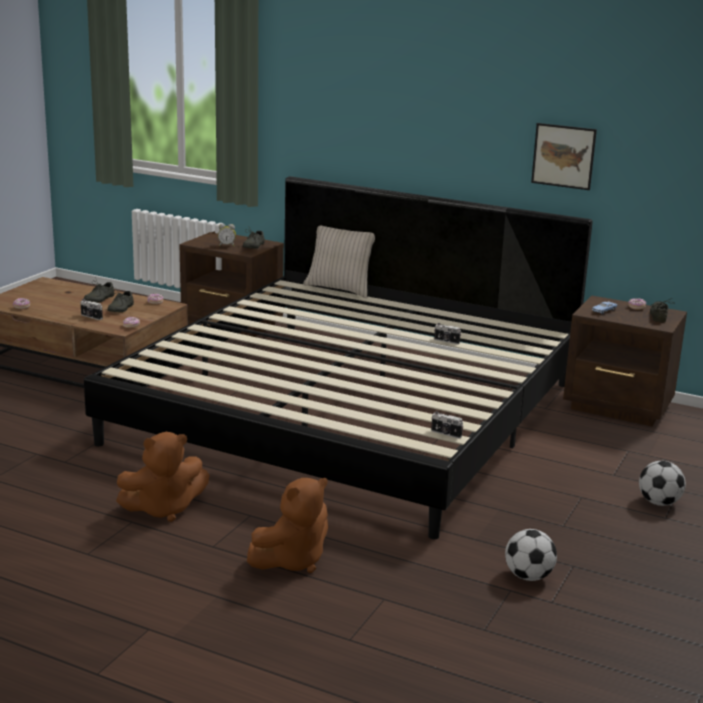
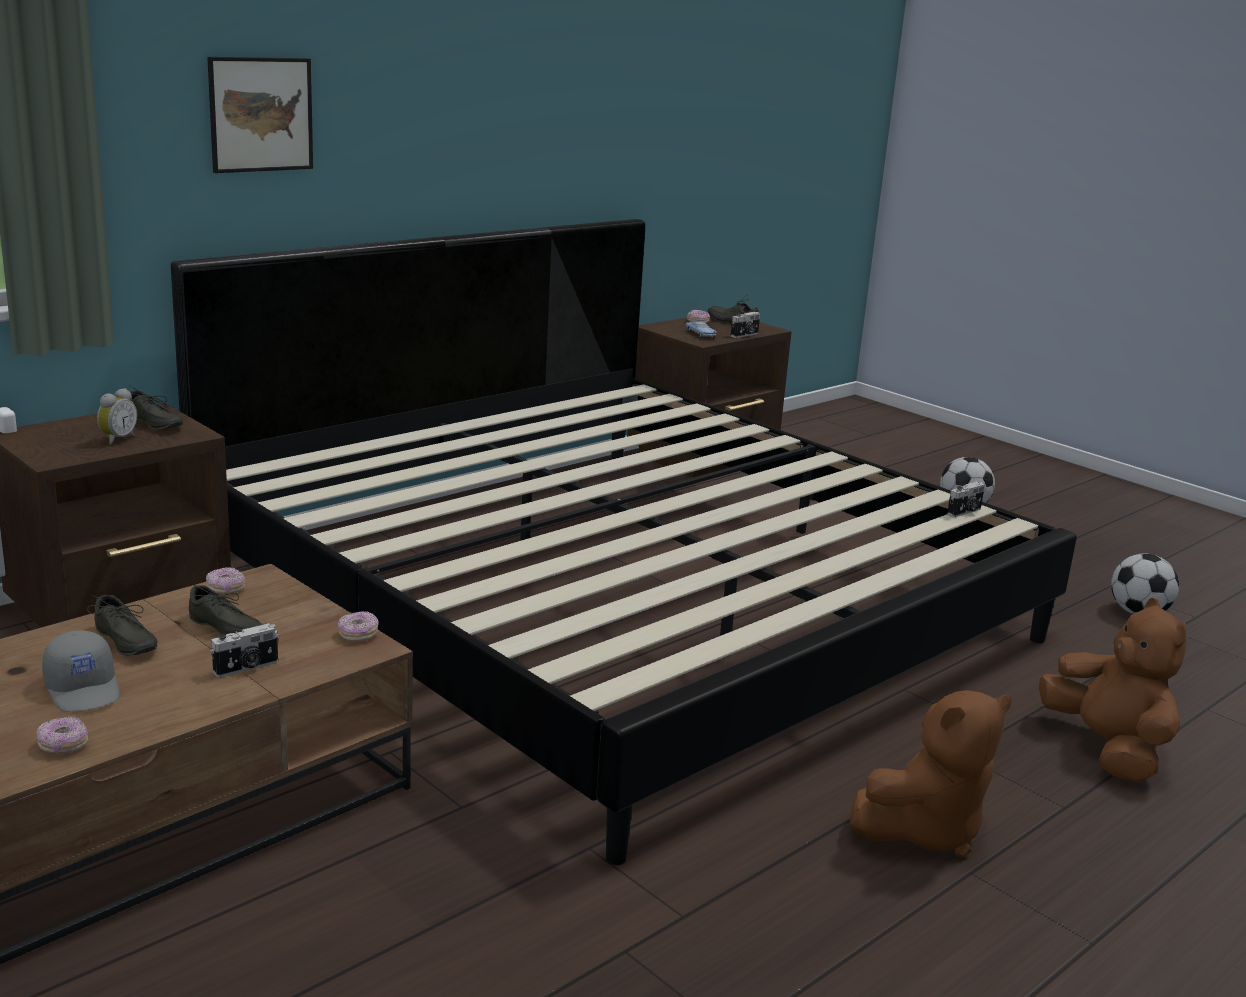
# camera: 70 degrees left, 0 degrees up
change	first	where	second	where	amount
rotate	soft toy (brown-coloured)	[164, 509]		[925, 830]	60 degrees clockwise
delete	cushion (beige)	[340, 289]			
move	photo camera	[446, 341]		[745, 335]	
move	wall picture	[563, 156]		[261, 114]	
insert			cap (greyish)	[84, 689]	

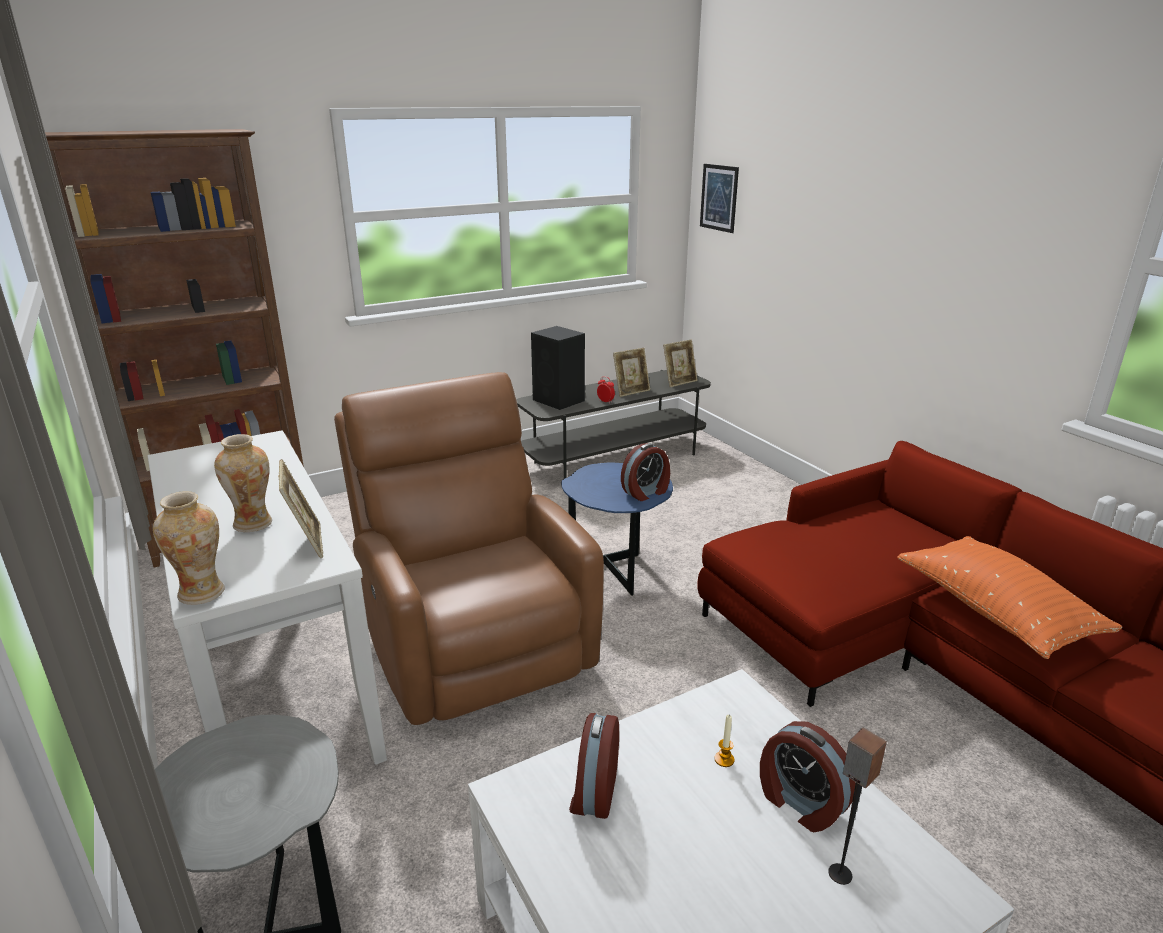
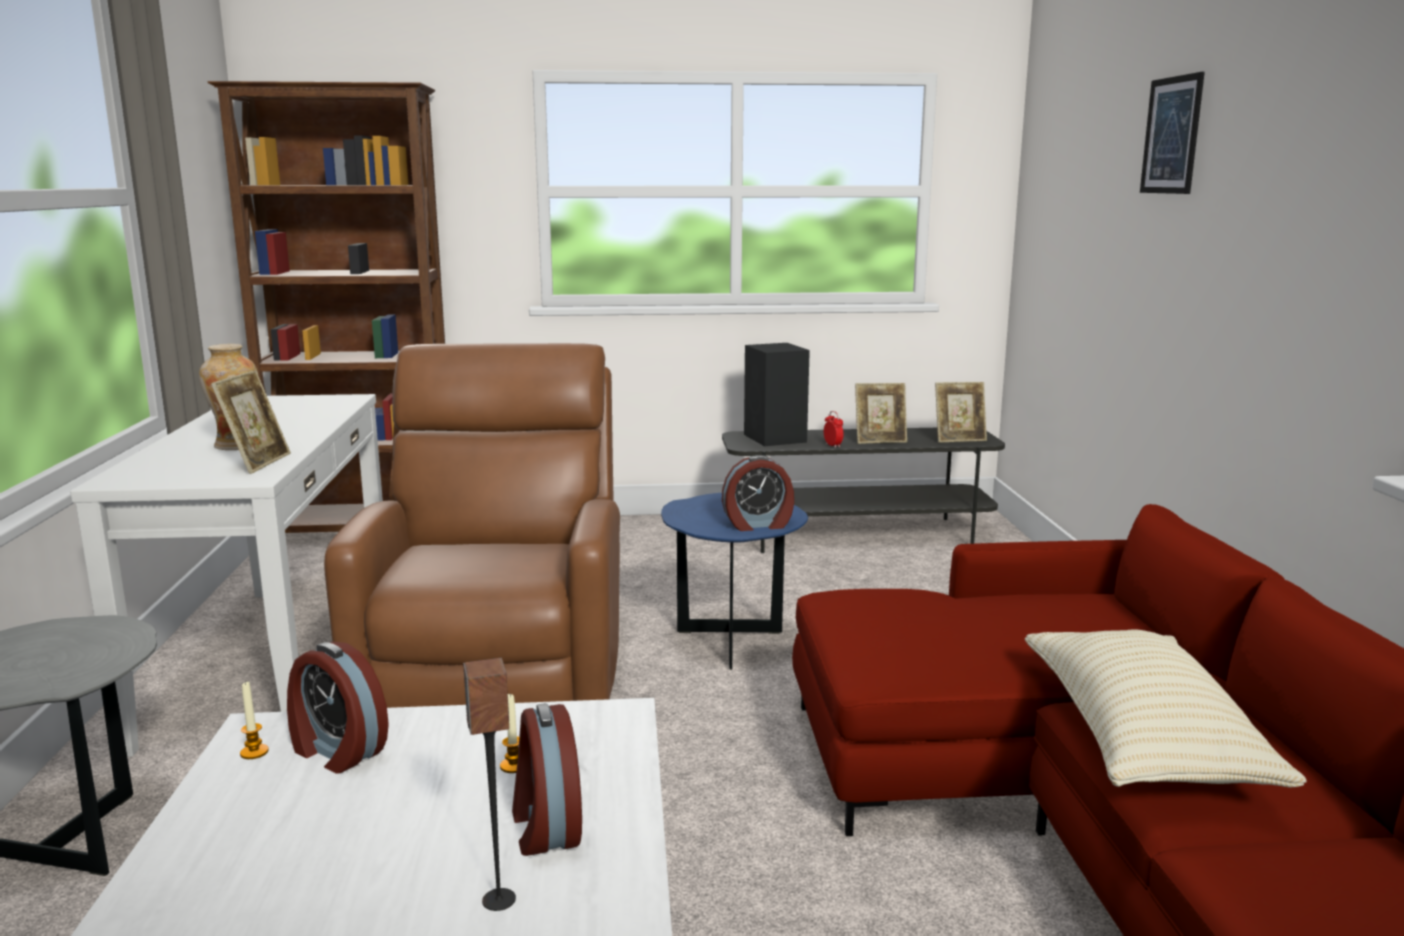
# camera: 25 degrees right, 10 degrees down
change	first	where	second	where	amount
delete	decorative vase	[202, 593]			
rotate	table clock	[593, 791]		[336, 751]	90 degrees counterclockwise
move	wall picture	[719, 198]		[1171, 135]	
recolor	cushion (orange)	[995, 612]	cushion (beige)	[1141, 741]	
insert			wax candle	[254, 752]	

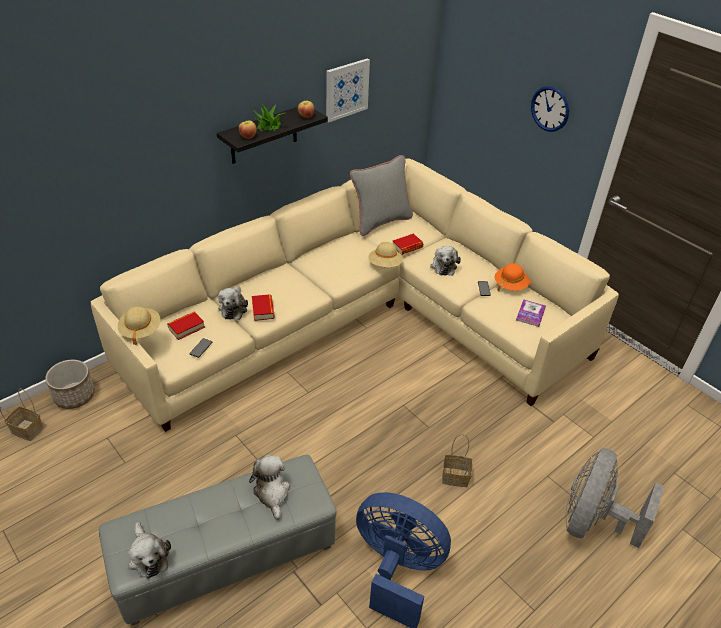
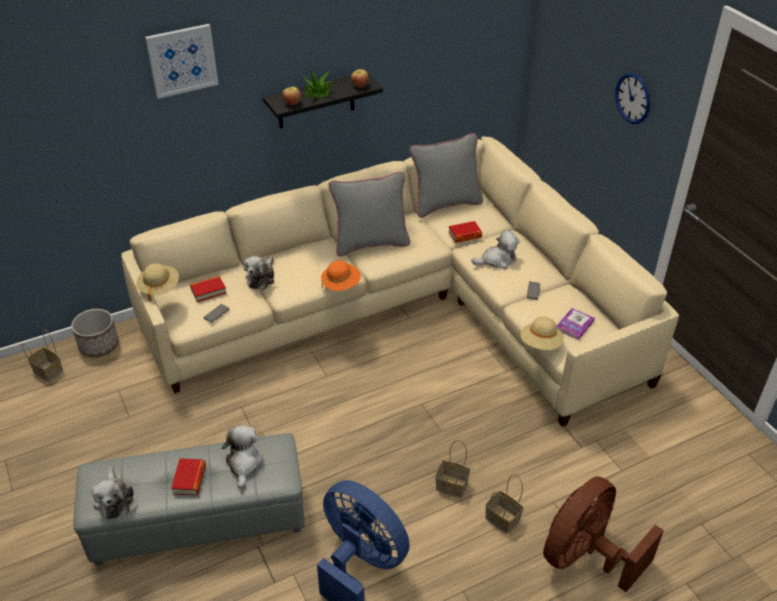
# camera: 15 degrees right, 0 degrees up
change	first	where	second	where	amount
move	bound book	[263, 310]		[189, 479]	
move	wall picture	[346, 89]		[182, 60]	
move	wearable hat (beige)	[385, 264]		[541, 344]	
rotate	soft toy	[443, 265]		[497, 260]	120 degrees counterclockwise
move	wearable hat (orange)	[511, 285]		[341, 284]	
recolor	electric fan (greyish)	[593, 521]	electric fan (brown-coloured)	[586, 556]	
insert			cushion (greyish)	[370, 243]	
insert			basket	[503, 519]	

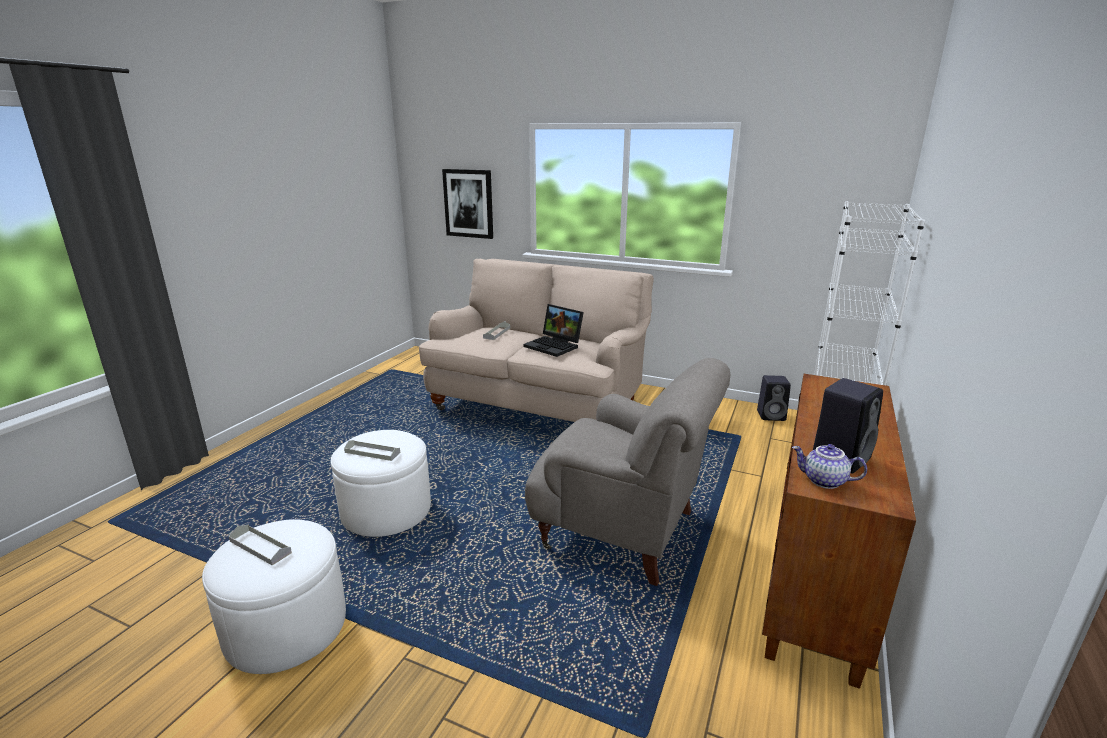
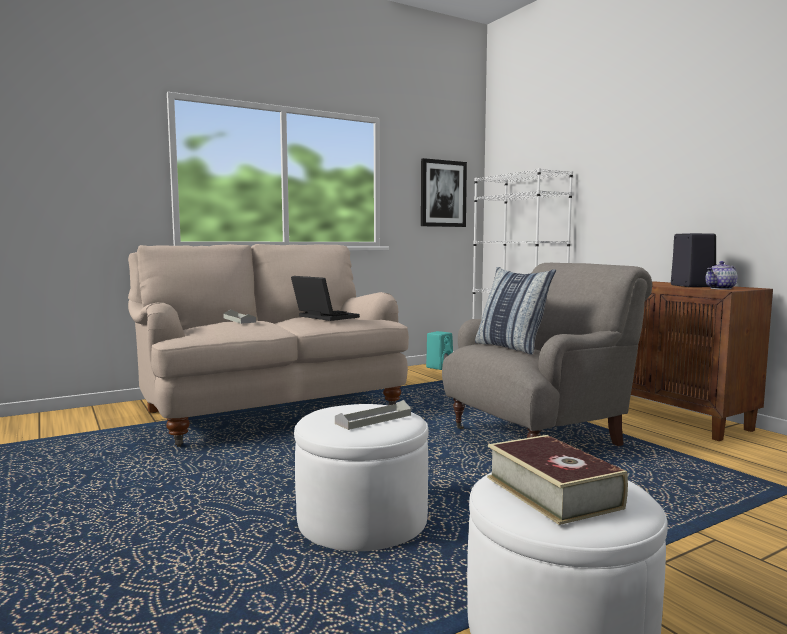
# camera: 55 degrees left, 15 degrees down
change	first	where	second	where	amount
replace	tray (greyish)	[260, 547]	bound book	[552, 492]	
move	wall picture	[468, 203]		[443, 193]	
rotate	notebook computer	[555, 346]		[323, 317]	120 degrees counterclockwise
recolor	audio speaker (black-coloured)	[772, 416]	audio speaker (blue-green)	[439, 367]	
insert			cushion	[511, 347]	

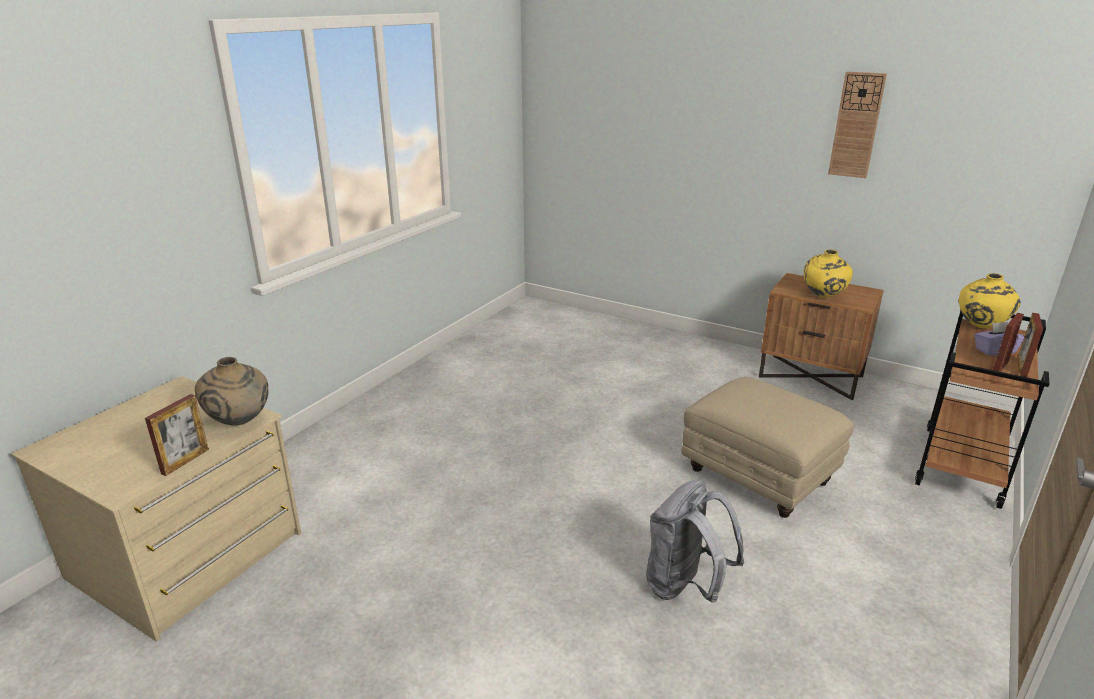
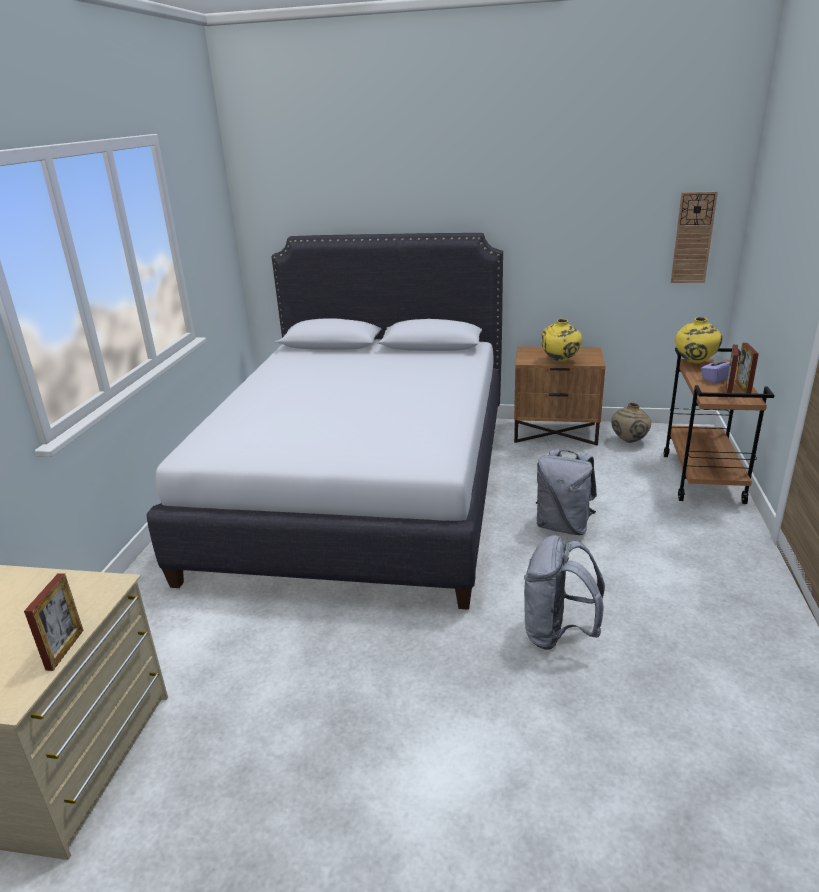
# camera: 20 degrees left, 0 degrees up
change	first	where	second	where	amount
move	decorative vase (beige)	[240, 422]		[628, 441]	
replace	pouffe (beige)	[760, 478]	rucksack (greyish)	[563, 526]	
move	hanging clock	[856, 125]		[693, 238]	
insert			bed (white-coloured)	[362, 488]	

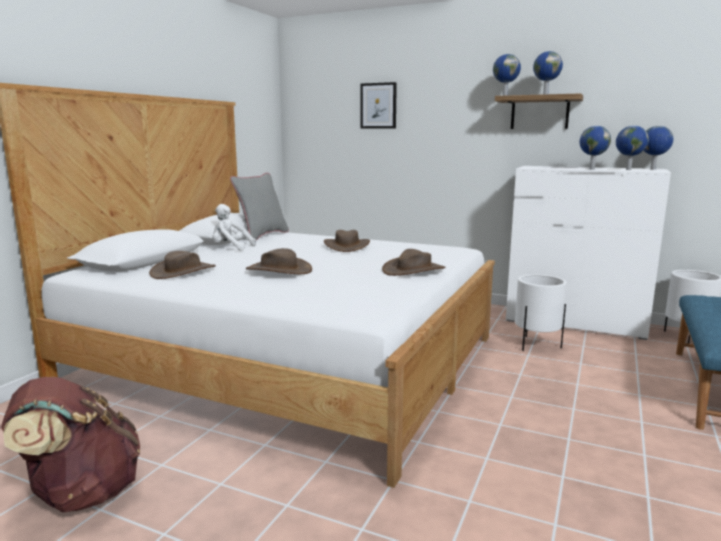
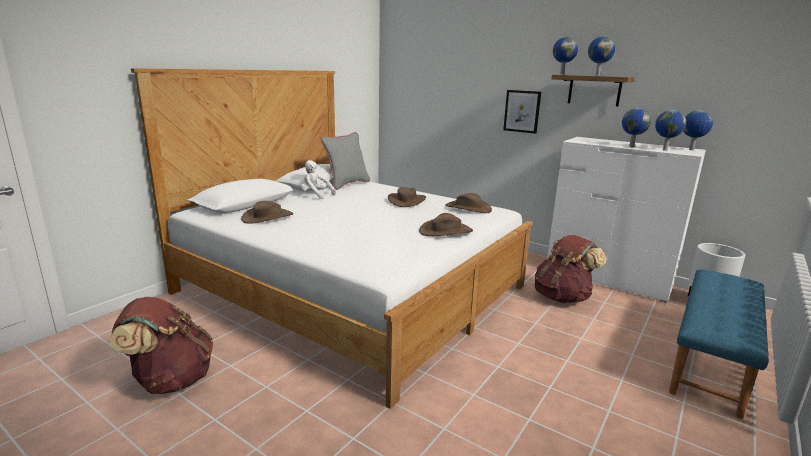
# camera: 10 degrees right, 5 degrees up
change	first	where	second	where	amount
move	wearable hat (brown-coloured)	[279, 270]		[468, 208]	
move	wall picture	[378, 105]		[522, 111]	
replace	planter (white-coloured)	[536, 345]	rucksack (brown-coloured)	[562, 297]	

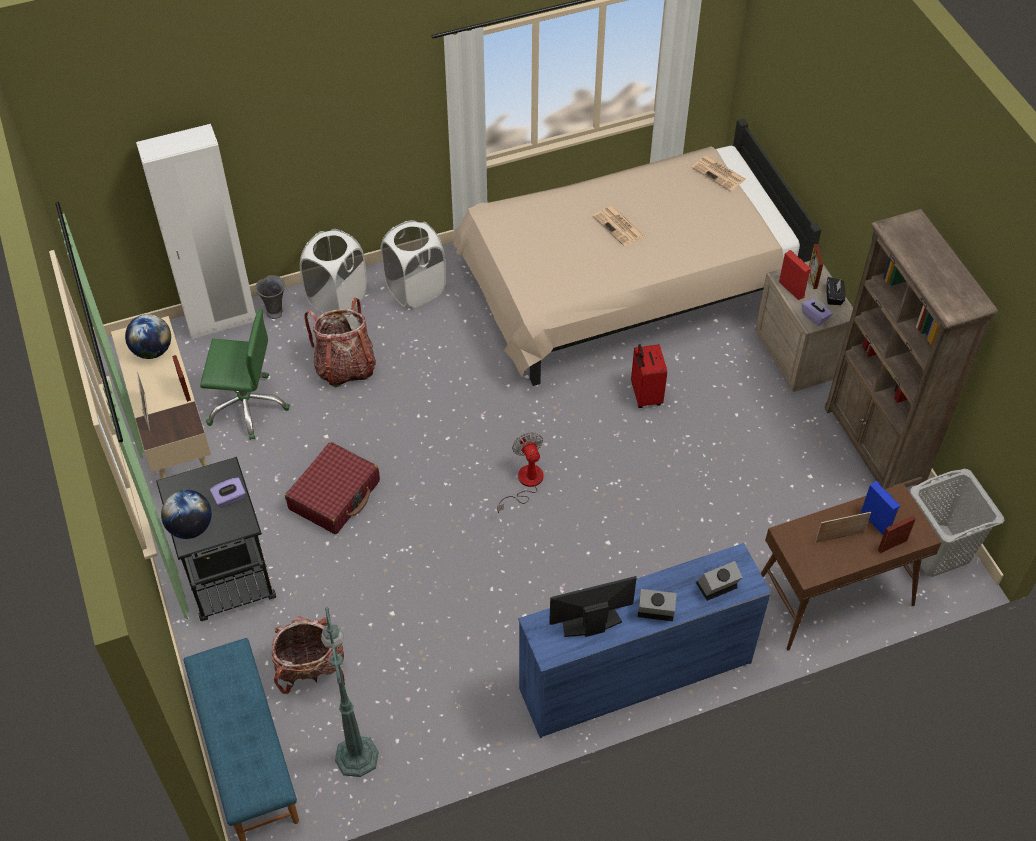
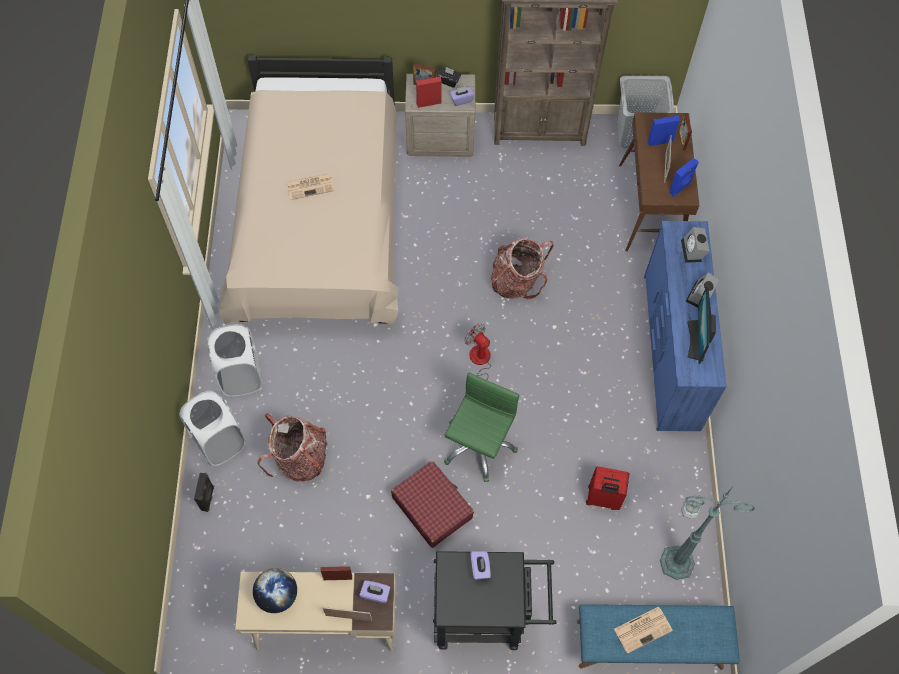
# camera: 70 degrees left, 10 degrees up
change	first	where	second	where	amount
delete	armoire (white-coloured)	[221, 321]			
delete	globe	[190, 527]			
move	computer chair (greenish)	[247, 406]		[478, 445]	
replace	decorative vase (greyish)	[275, 312]	audio speaker (black-coloured)	[208, 498]	
move	rucksack	[310, 670]		[516, 281]	
rotate	electric fan	[525, 483]		[478, 363]	45 degrees clockwise
move	travel case (red)	[645, 395]		[603, 499]	
move	printed paper	[719, 174]		[643, 629]	
insert			box of tissues (purple-coloured)	[375, 594]	
insert			audio speaker (bluish)	[680, 188]	

